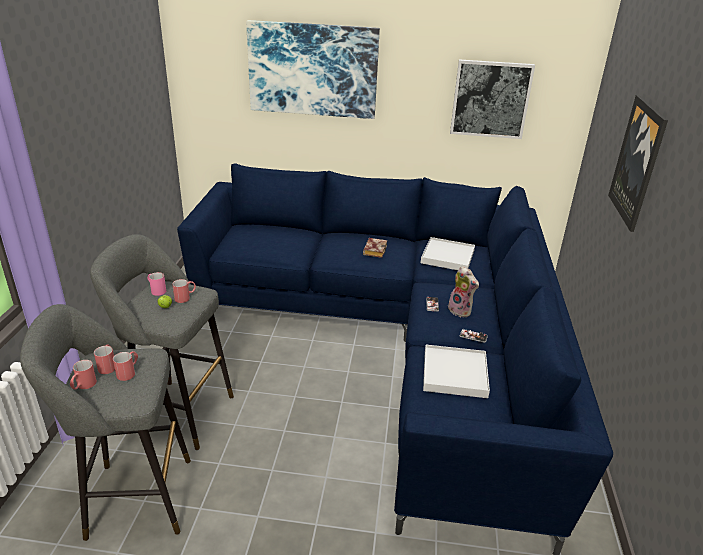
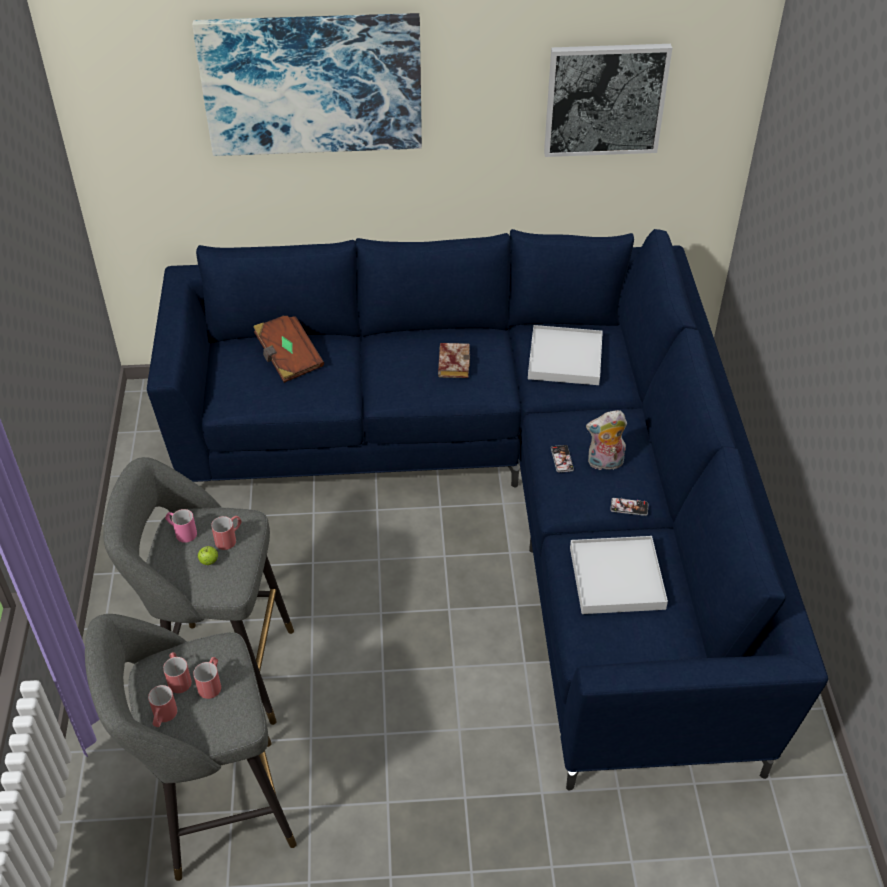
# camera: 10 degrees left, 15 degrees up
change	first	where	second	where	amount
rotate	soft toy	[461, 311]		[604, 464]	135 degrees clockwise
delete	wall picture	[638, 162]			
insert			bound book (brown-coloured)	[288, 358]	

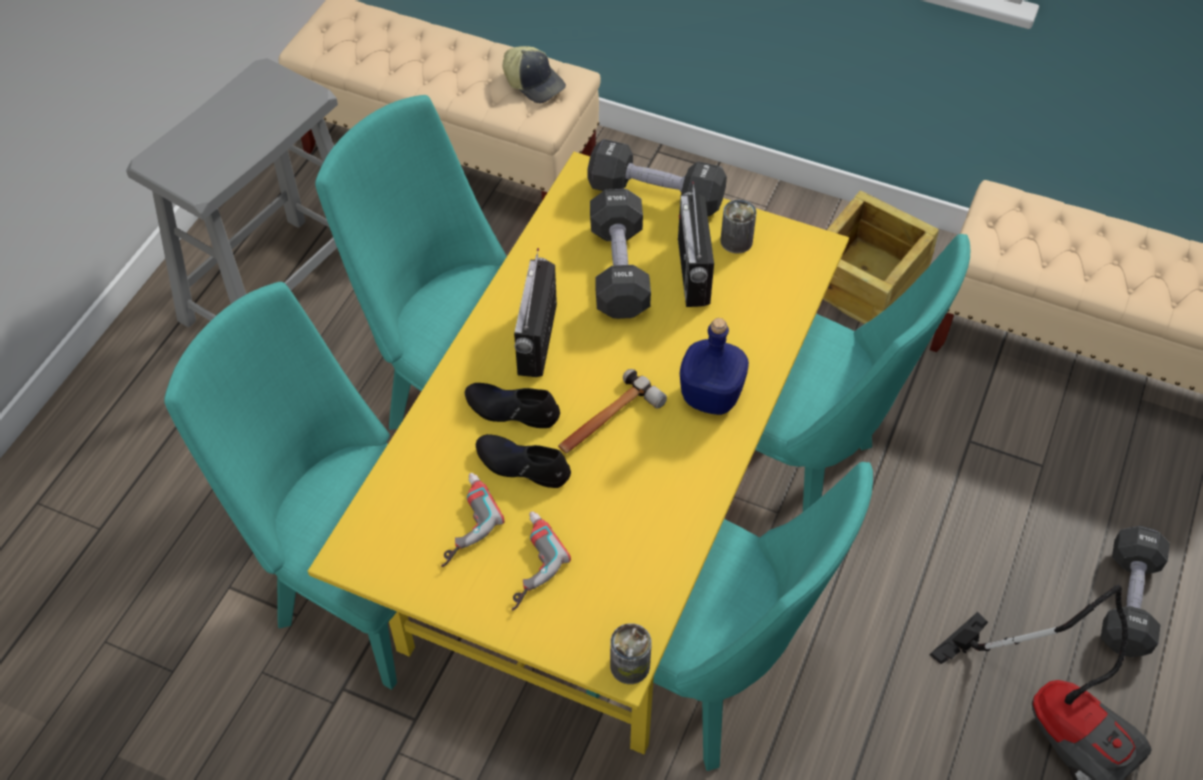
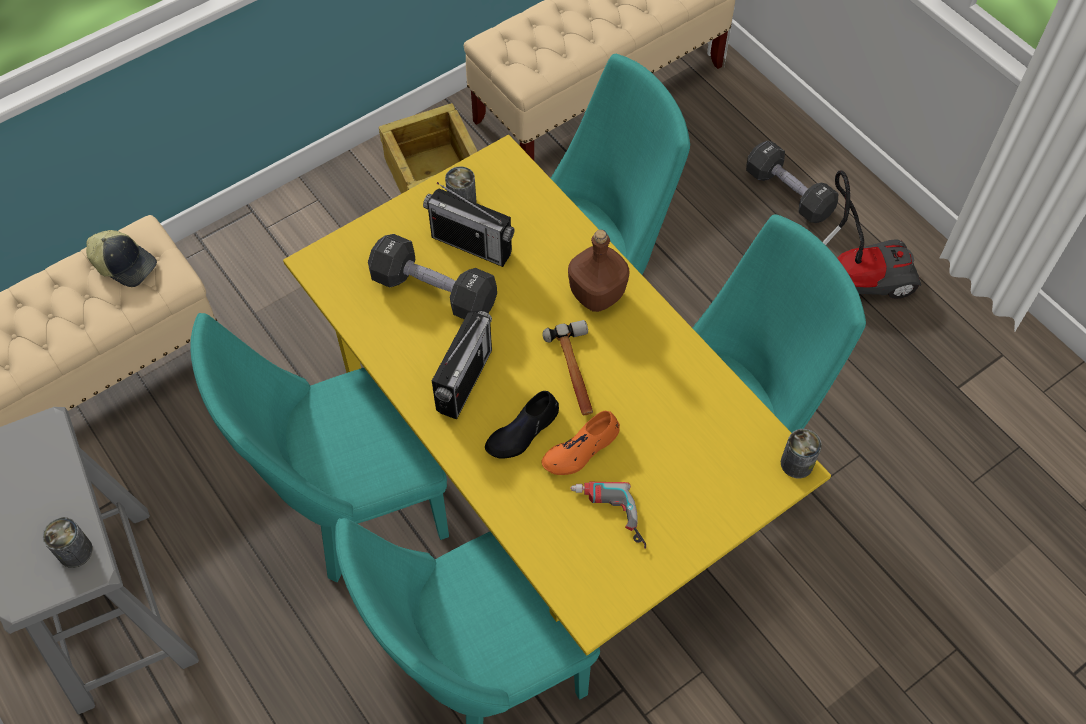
# camera: 60 degrees left, 5 degrees up
change	first	where	second	where	amount
recolor	item of footwear (black-coloured)	[522, 465]	item of footwear (orange)	[581, 449]	
rotate	cap	[534, 83]		[125, 264]	45 degrees clockwise
delete	power drill	[525, 562]			
rotate	radio	[537, 339]		[464, 381]	105 degrees counterclockwise
delete	dumbbell (black-coloured)	[655, 195]			
recolor	bottle (bluish)	[712, 397]	bottle (brown-coloured)	[597, 294]	
insert			can	[75, 551]	

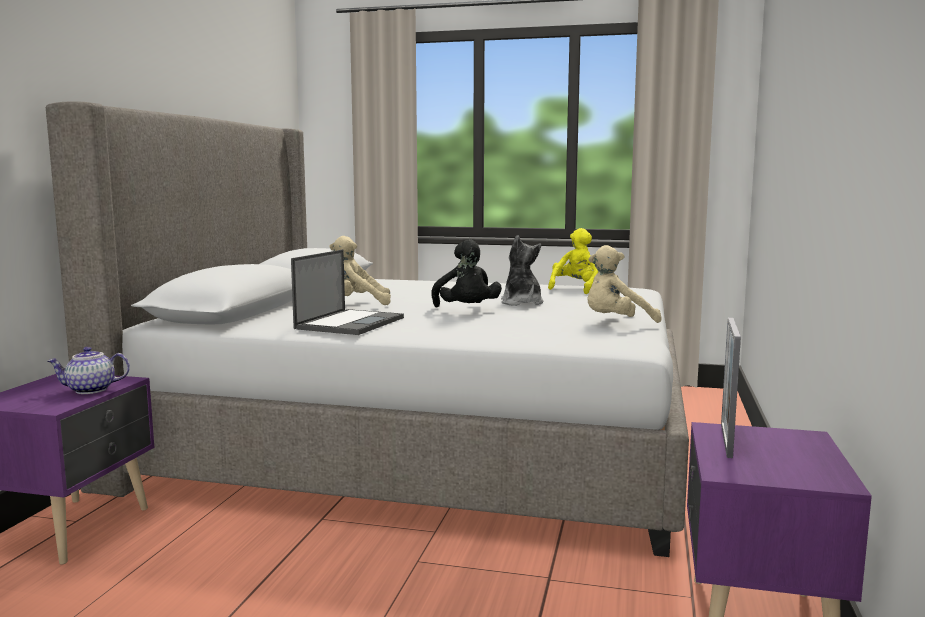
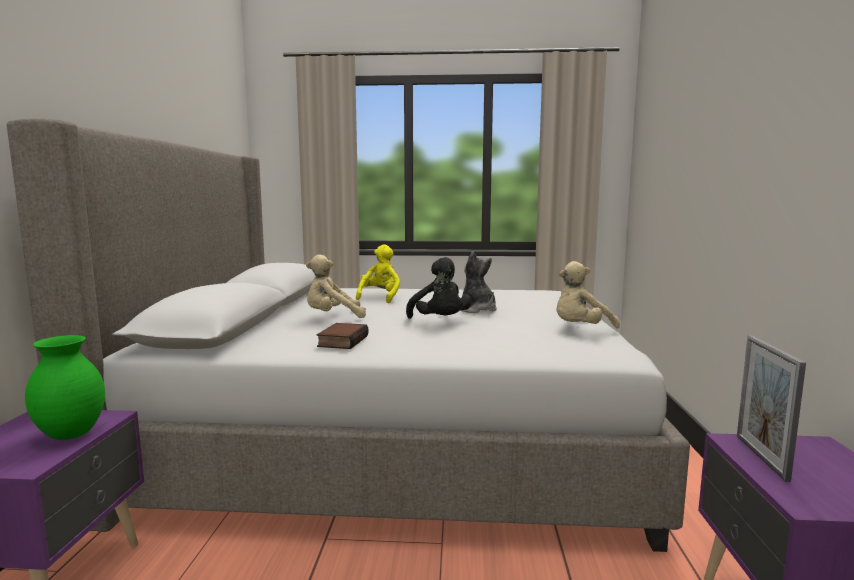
# camera: 10 degrees left, 0 degrees up
change	first	where	second	where	amount
replace	tea pot	[90, 390]	decorative vase (greenish)	[72, 434]	
replace	notebook computer	[350, 323]	bound book	[342, 341]	
move	soft toy (yellow-coloured)	[575, 289]		[380, 298]	

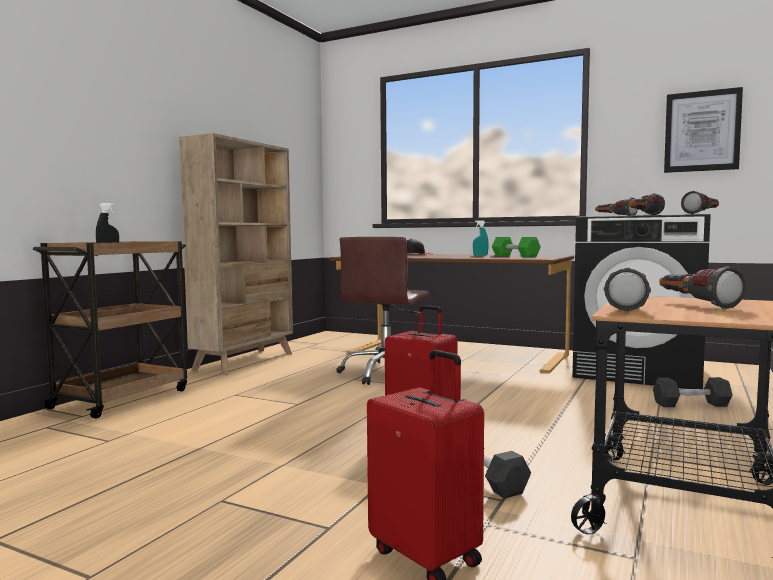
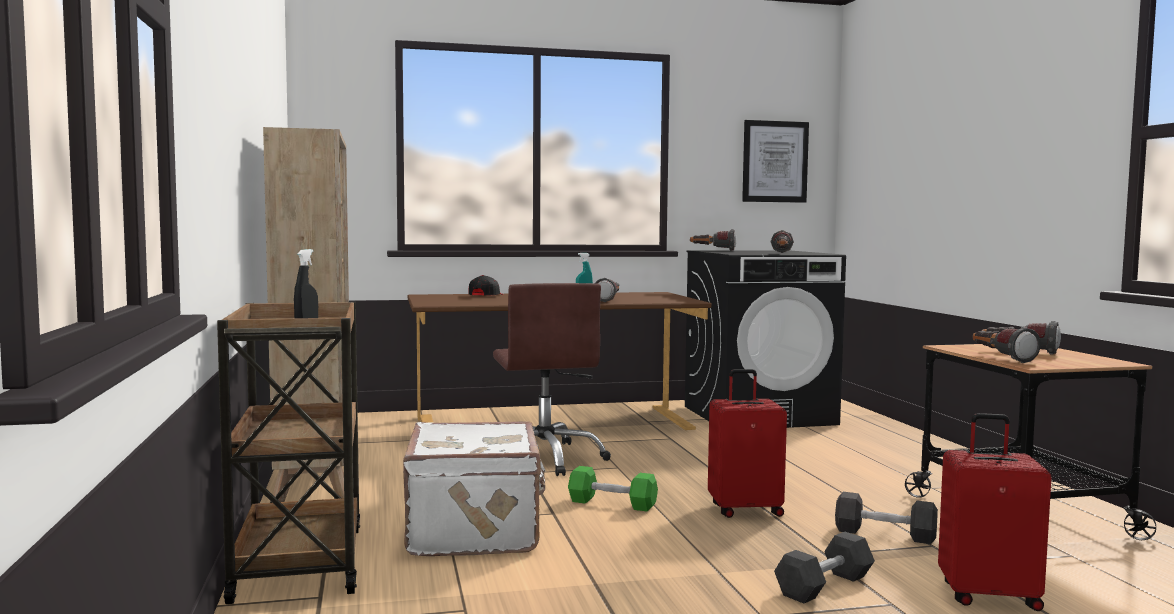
# camera: 40 degrees left, 0 degrees up
change	first	where	second	where	amount
move	dumbbell (greenish)	[515, 256]		[612, 503]	
move	dumbbell (black-coloured)	[691, 404]		[824, 586]	
move	flashlight	[703, 214]		[610, 300]	
insert			travel case (white-coloured)	[476, 530]	

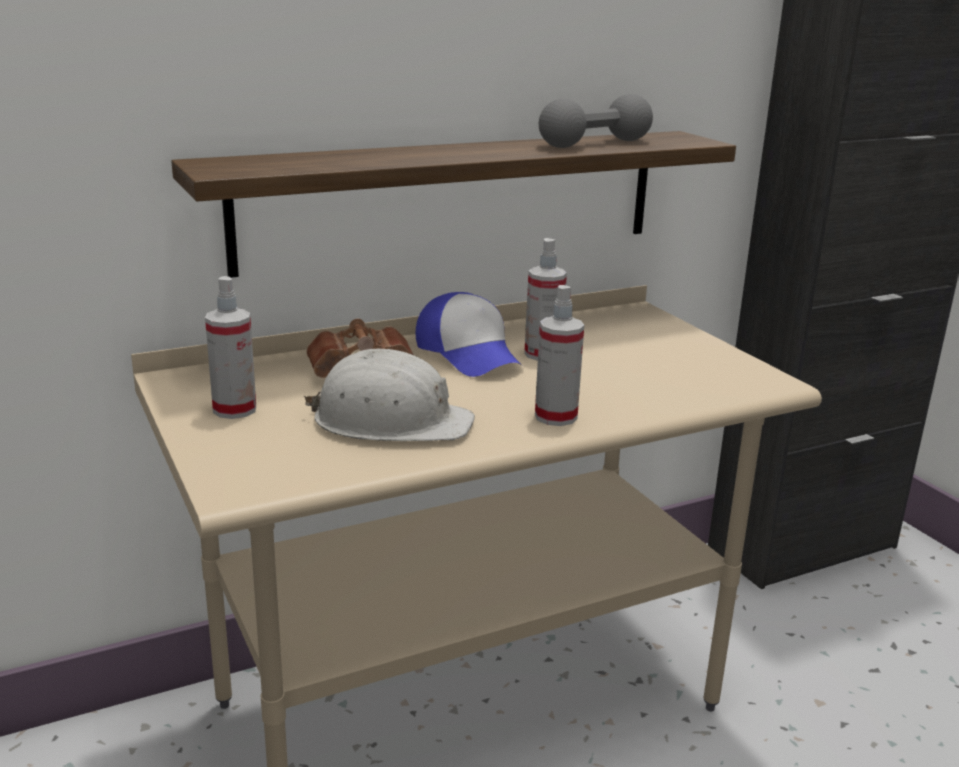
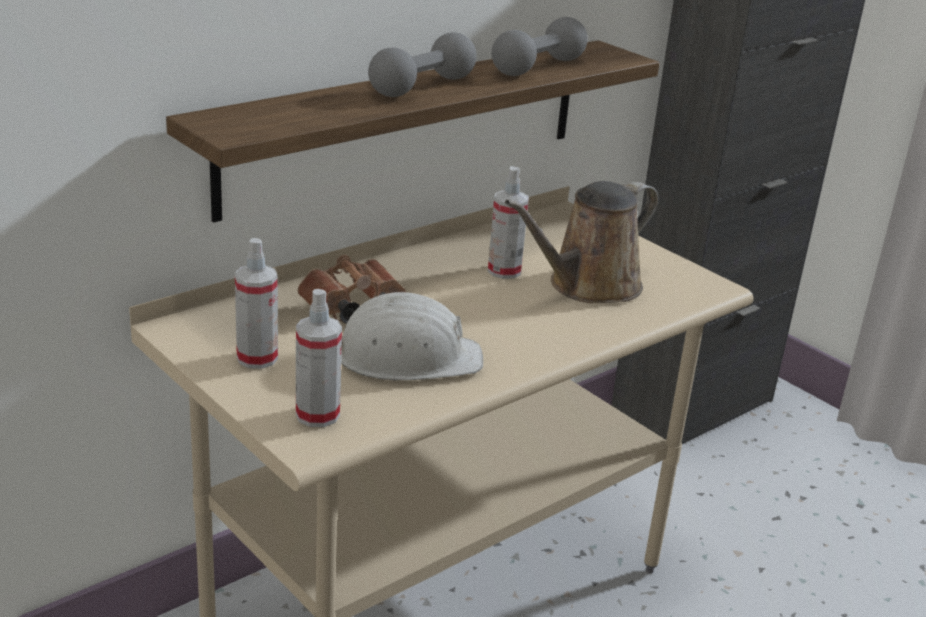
# camera: 15 degrees left, 5 degrees up
change	first	where	second	where	amount
delete	cap	[469, 354]			
move	sprayer	[556, 416]		[317, 415]	
insert			dumbbell (greyish)	[422, 87]	
insert			watering pot (brown-coloured)	[588, 286]	

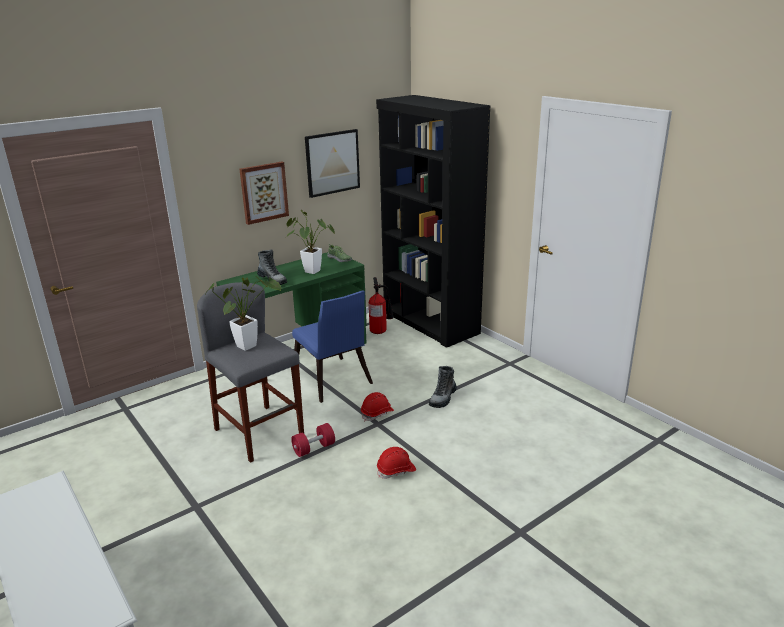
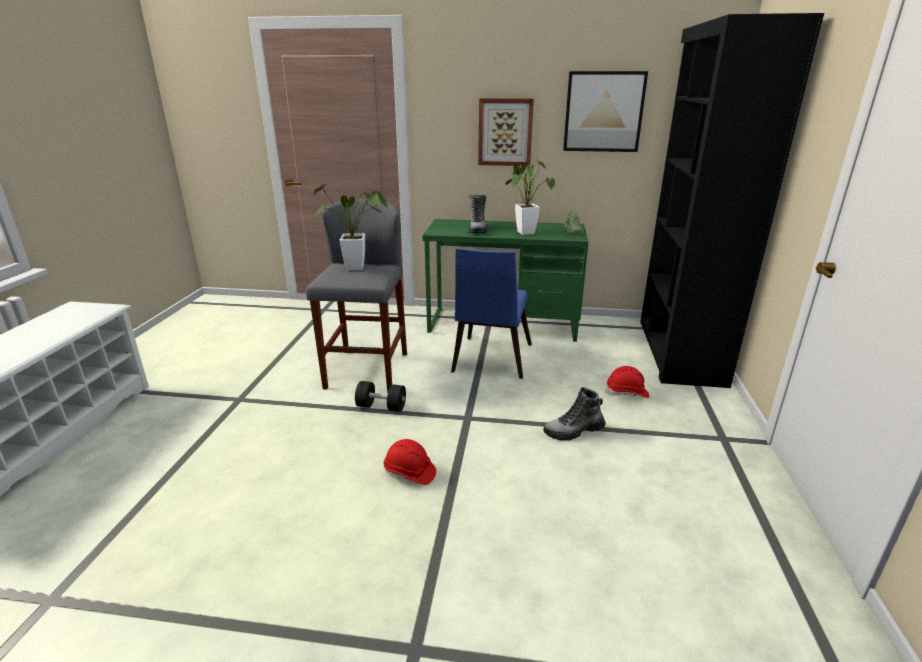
# camera: 45 degrees right, 0 degrees up
change	first	where	second	where	amount
recolor	dumbbell (red)	[314, 448]	dumbbell (black-coloured)	[381, 407]	
move	work helmet (red)	[377, 413]		[627, 393]	
delete	fire extinguisher	[380, 331]			

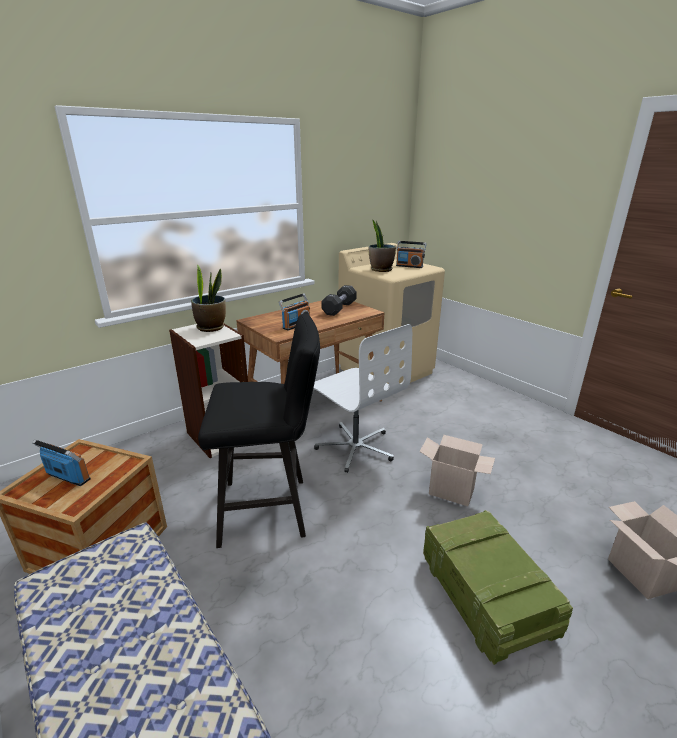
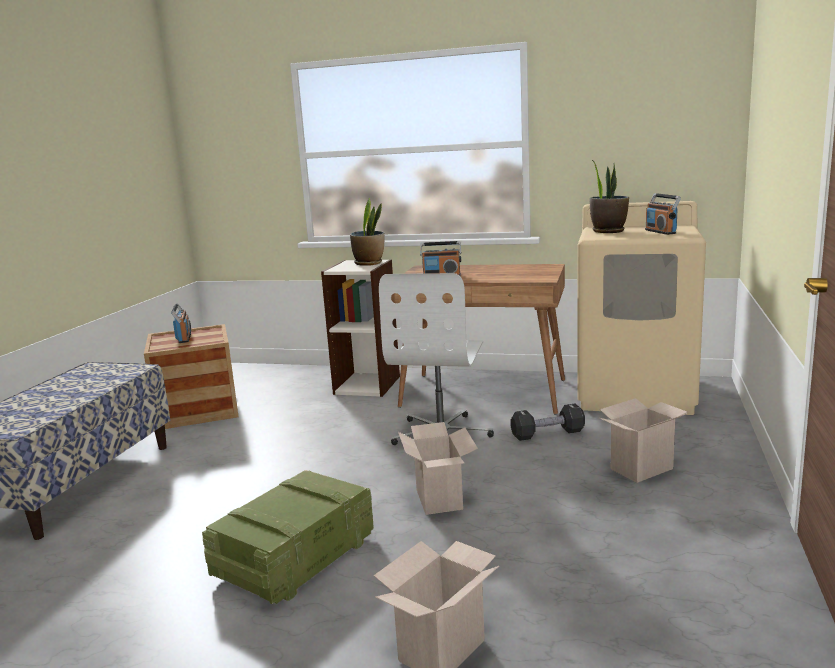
# camera: 55 degrees right, 10 degrees down
change	first	where	second	where	amount
delete	sitting stool (black-coloured)	[271, 509]			
move	dumbbell (black-coloured)	[339, 308]		[547, 434]	
insert			carton	[641, 468]	

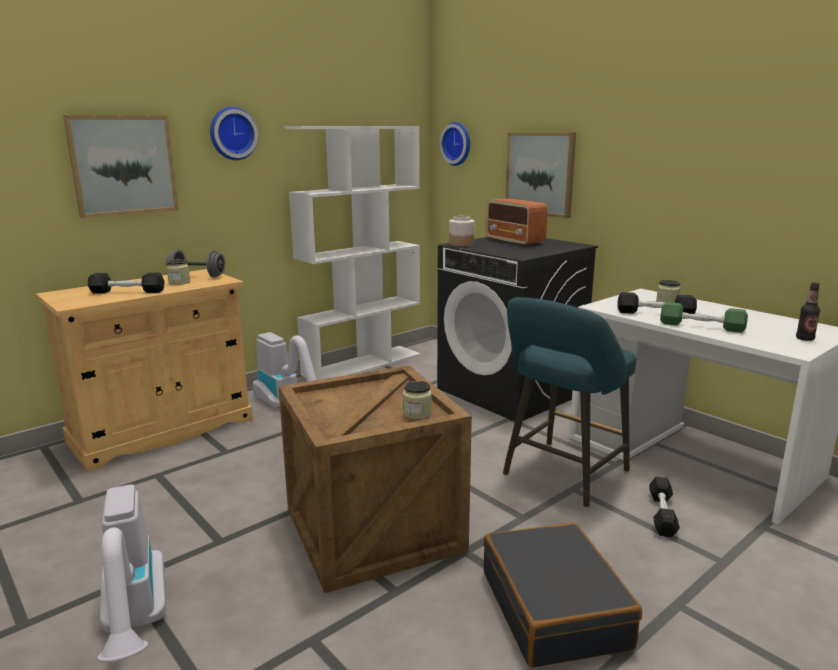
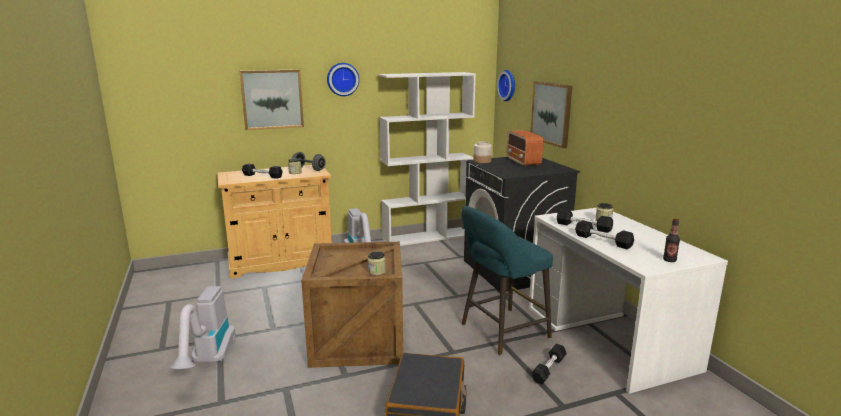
# camera: 20 degrees right, 0 degrees up
change	first	where	second	where	amount
recolor	dumbbell (greenish)	[701, 326]	dumbbell (black-coloured)	[603, 241]	

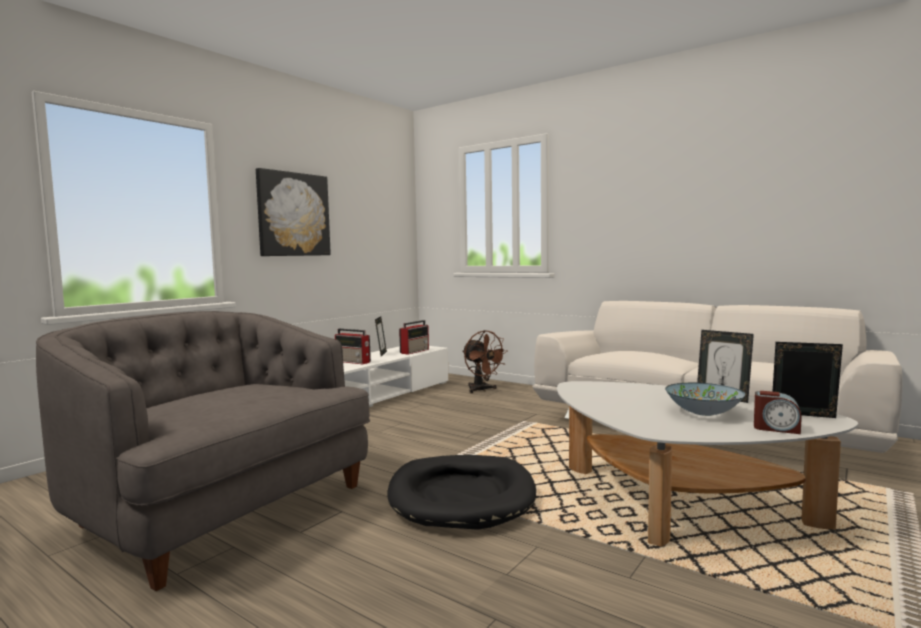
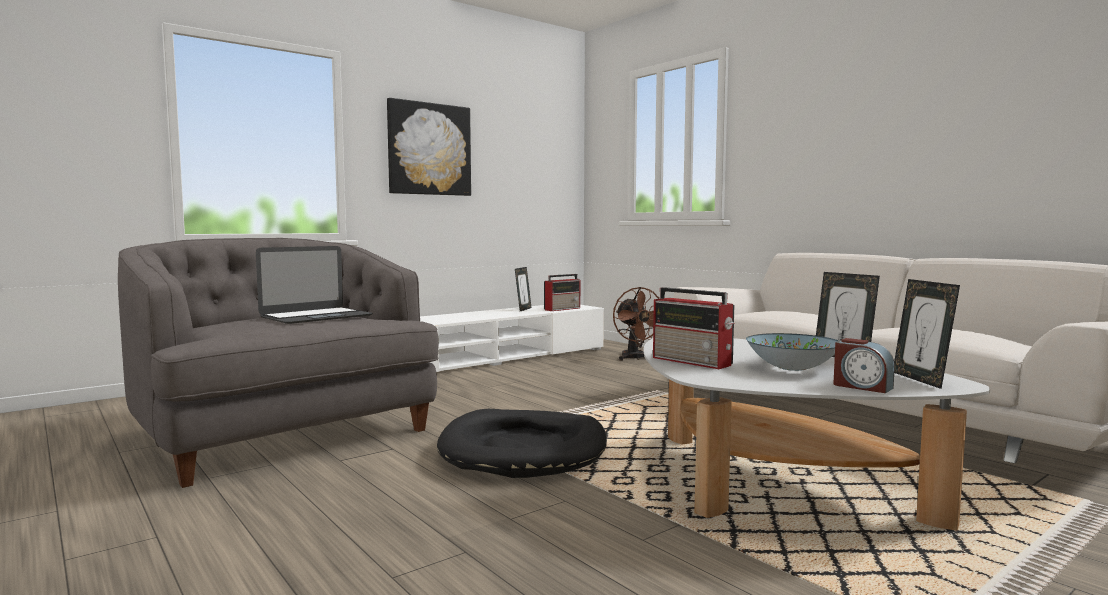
# camera: 15 degrees right, 0 degrees up
change	first	where	second	where	amount
move	radio	[353, 362]		[693, 361]	
rotate	photo frame	[803, 416]		[921, 379]	135 degrees counterclockwise
insert			notebook computer	[316, 316]	

